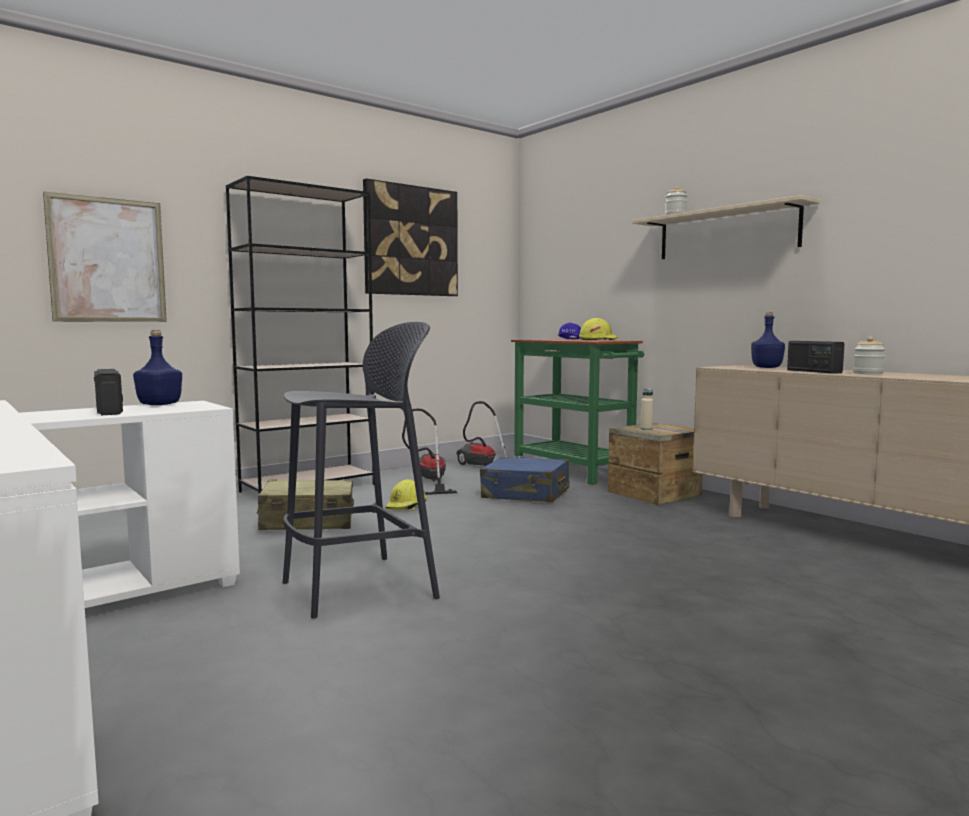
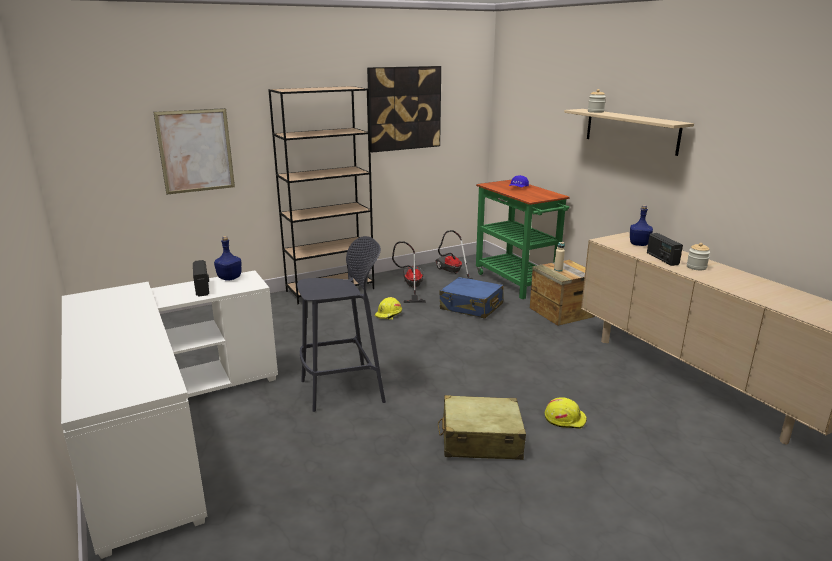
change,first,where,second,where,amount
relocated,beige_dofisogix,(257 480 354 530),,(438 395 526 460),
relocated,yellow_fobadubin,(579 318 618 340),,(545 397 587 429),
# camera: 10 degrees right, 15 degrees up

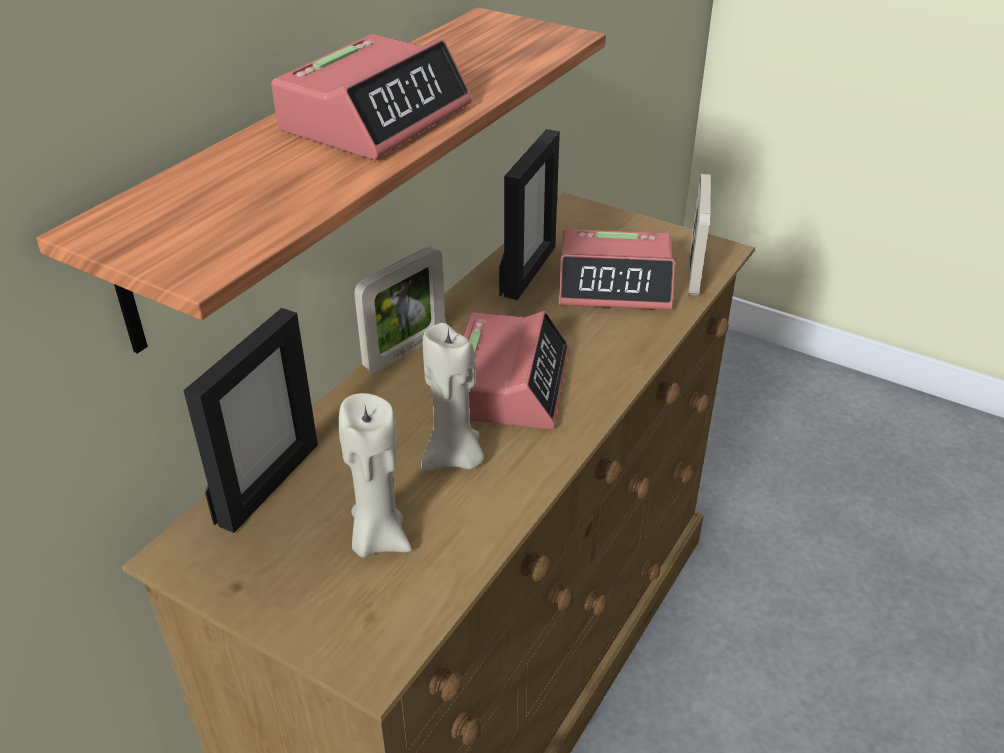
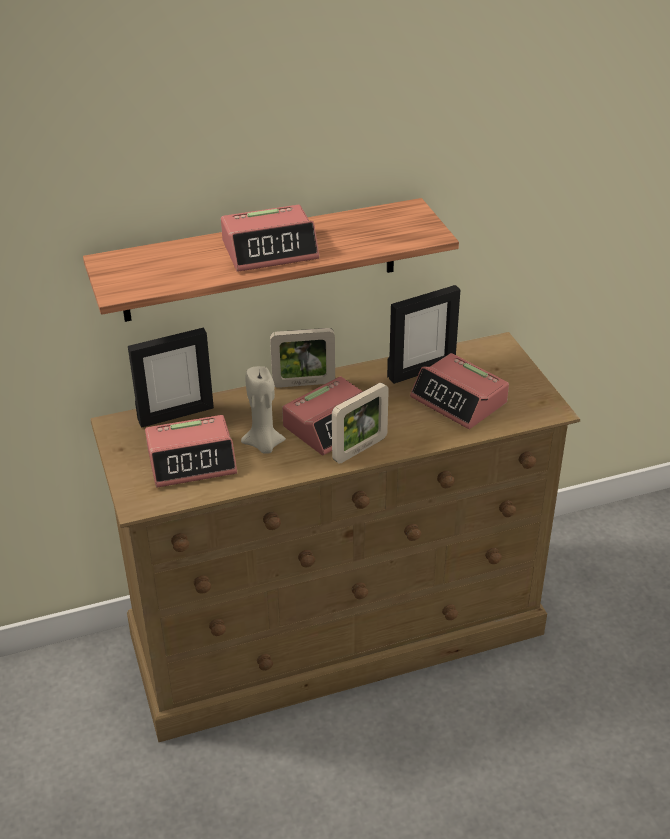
change,first,where,second,where,amount
relocated,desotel,(688 174 711 296),,(332 383 389 464),
exchanged,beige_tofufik,(339 393 412 558),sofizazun,(145 415 237 488),
# camera: 40 degrees right, 0 degrees up

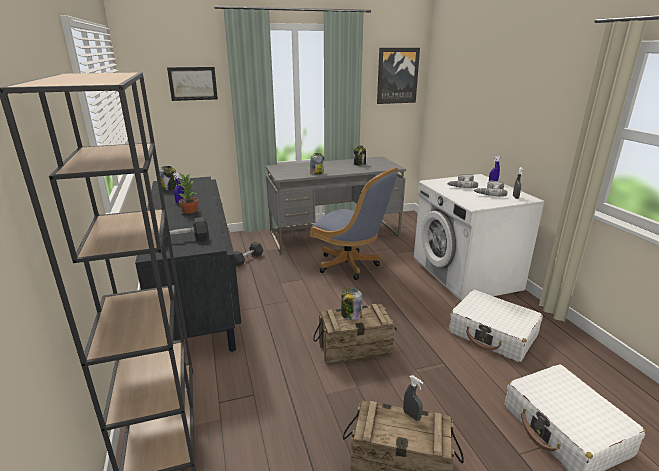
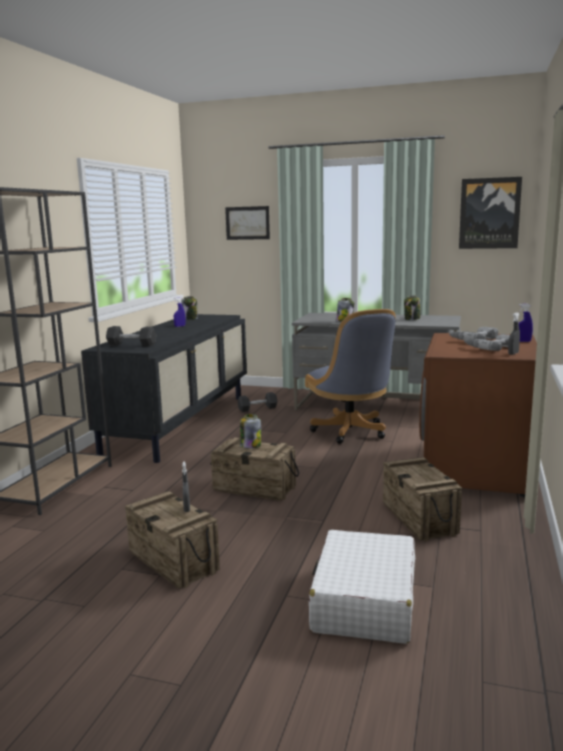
change,first,where,second,where,amount
missing,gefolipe,(176 174 199 214),,,
exchanged,white_dofisogix,(449 290 543 362),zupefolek,(383 457 462 541),
colour,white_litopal,(414 174 544 301),brown_litopal,(419 333 537 497),
# camera: 35 degrees right, 10 degrees down

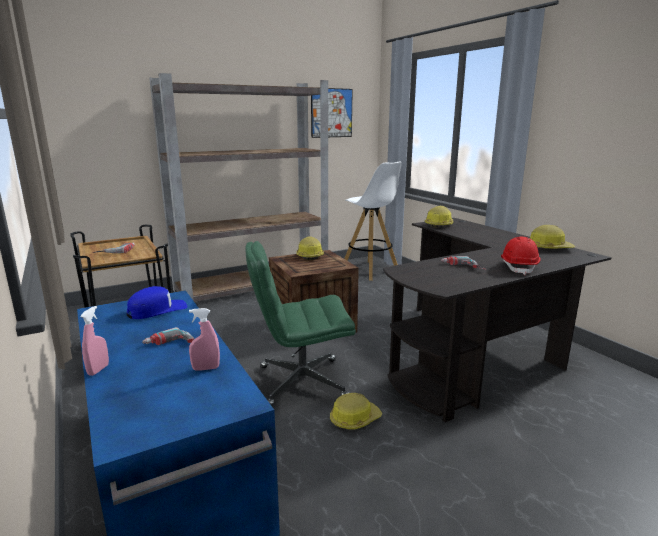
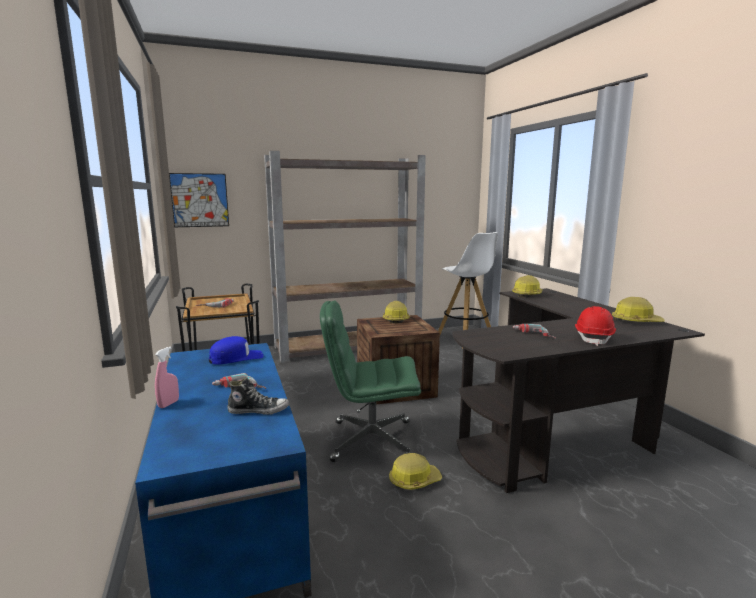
change,first,where,second,where,amount
relocated,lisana,(311 88 353 138),,(169 173 229 227),
exchanged,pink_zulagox,(189 308 220 371),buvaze,(227 377 289 415),
# camera: 10 degrees right, 5 degrees down

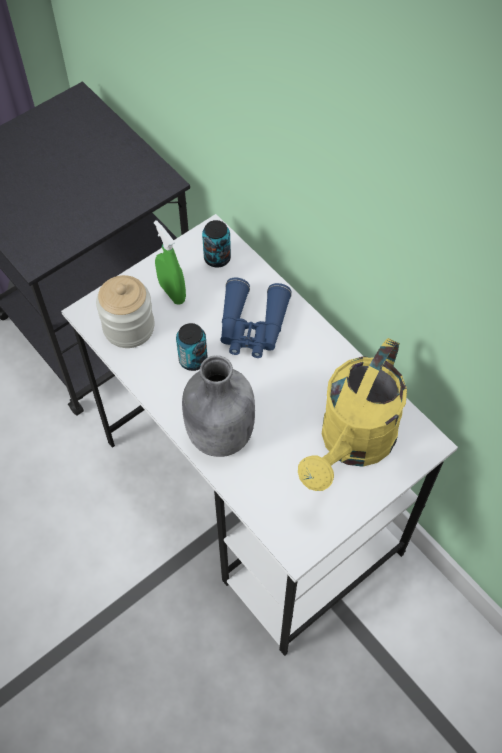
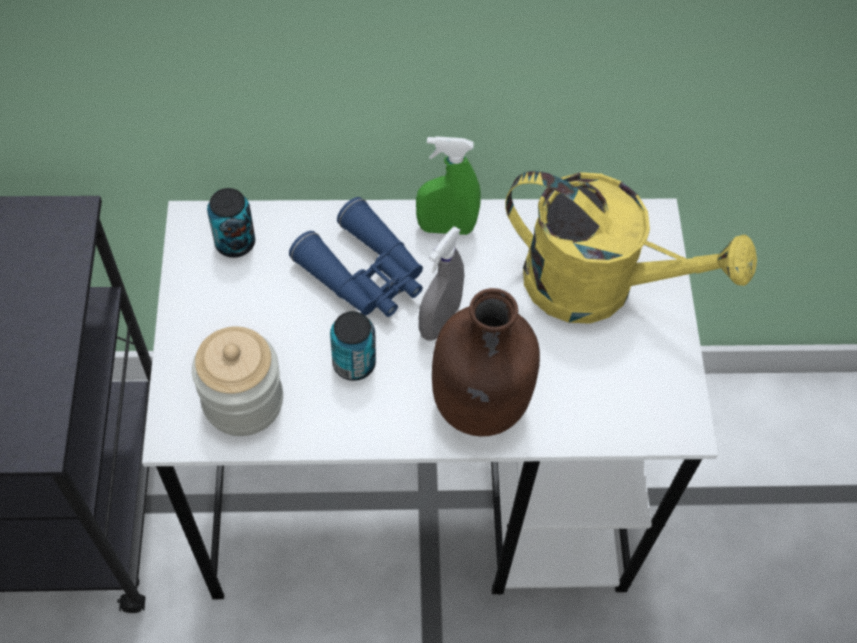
change,first,where,second,where,amount
appeared,,,grey_zulagox,(419 226 464 341),
relocated,green_zulagox,(154 220 186 304),,(416 136 481 235),
colour,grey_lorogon,(182 355 255 457),brown_lorogon,(432 288 540 437),
spun,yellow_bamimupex,(298 338 407 491),,(505 171 757 324),45 degrees counterclockwise
# camera: 55 degrees left, 0 degrees up

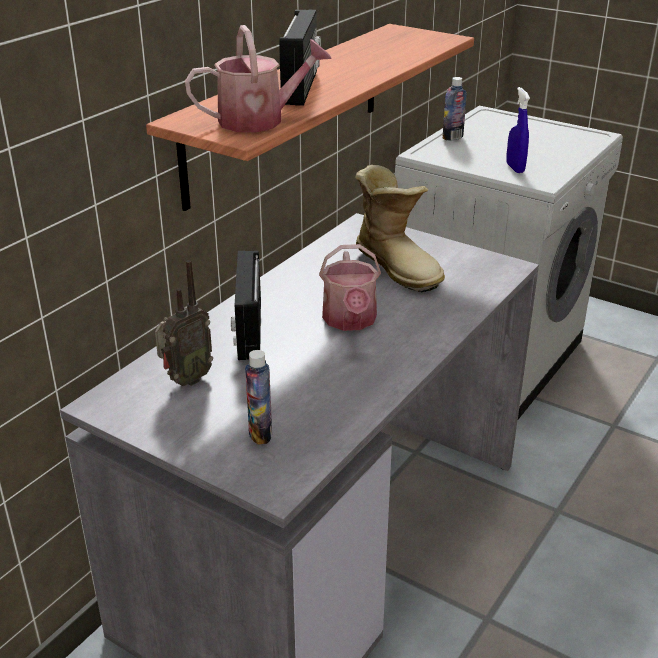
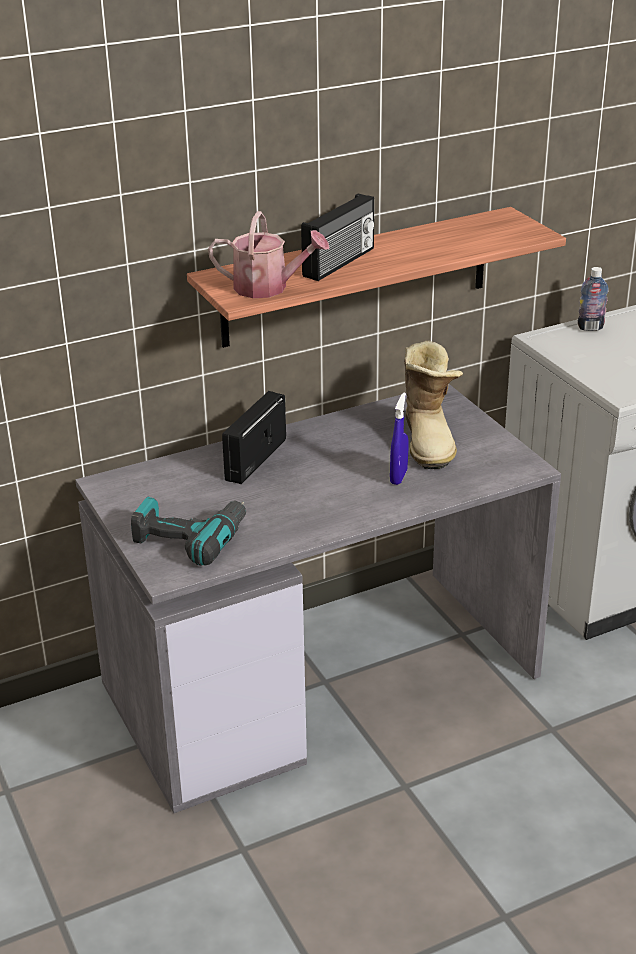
change,first,where,second,where,amount
missing,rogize,(155 260 213 386),,,
missing,bamimupex,(319 244 381 331),,,
relocated,blue_zulagox,(506 87 530 173),,(390 392 408 485),
exchanged,lorogon,(245 350 272 445),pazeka,(131 497 246 566),
# camera: 30 degrees right, 0 degrees up

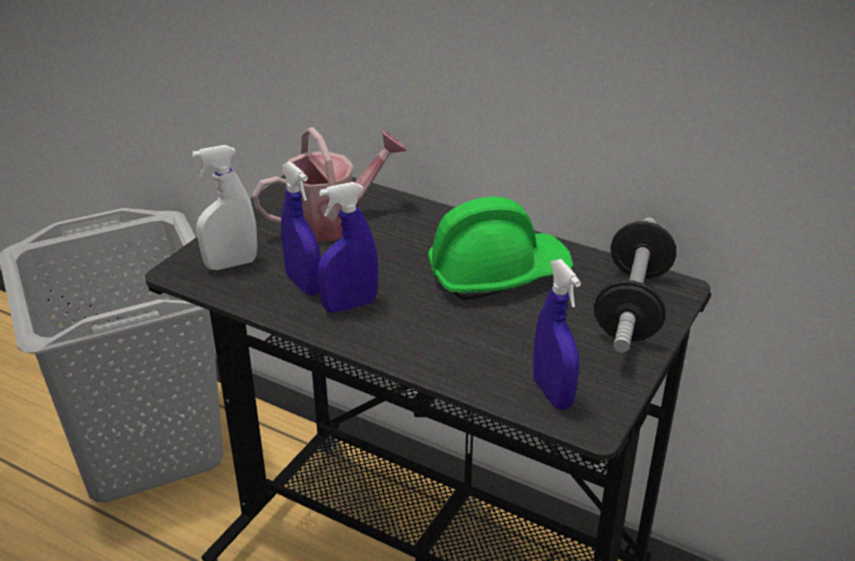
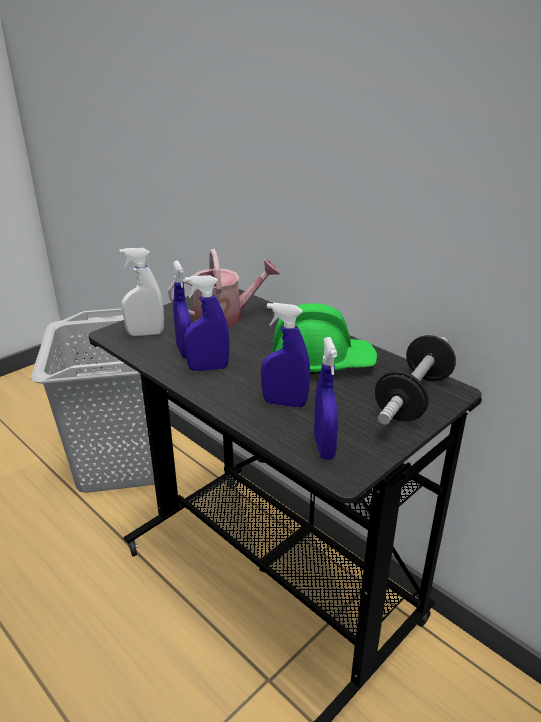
change,first,where,second,where,amount
appeared,,,blue_zulagox,(261 303 310 408),
# camera: 15 degrees right, 5 degrees down

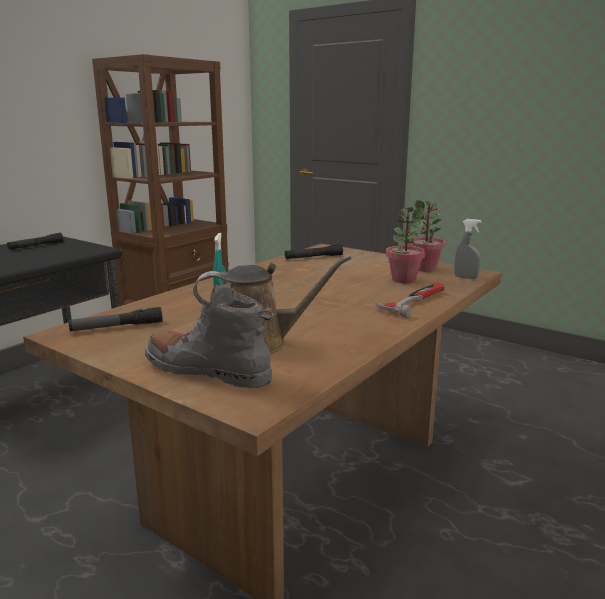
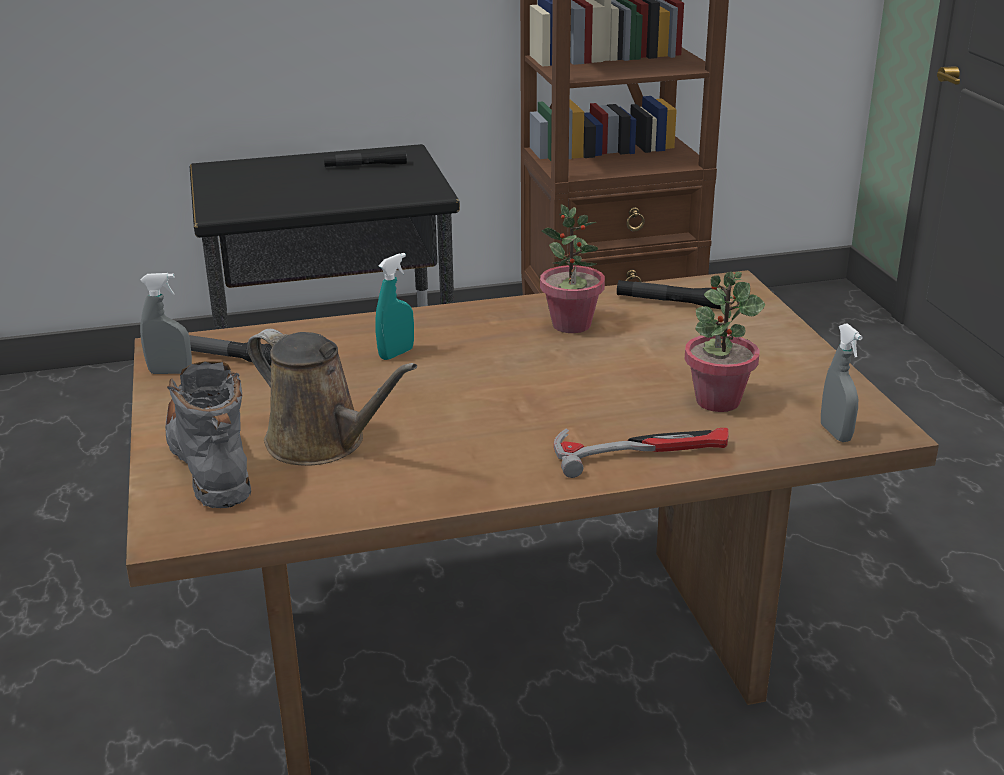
change,first,where,second,where,amount
appeared,,,grey_zulagox,(140 273 192 374),
relocated,gefolipe,(408 200 446 272),,(540 204 605 333),
# camera: 40 degrees right, 10 degrees up

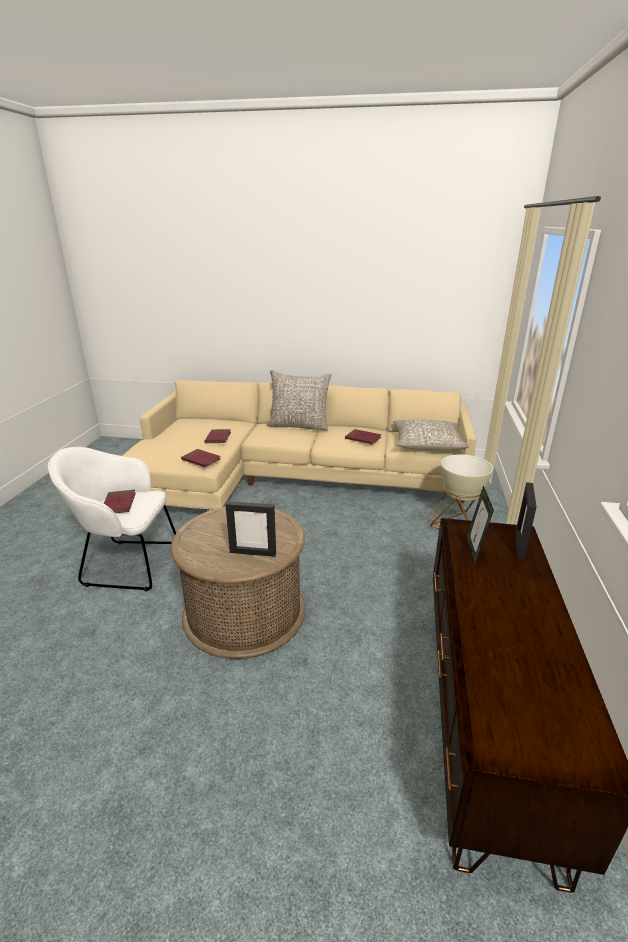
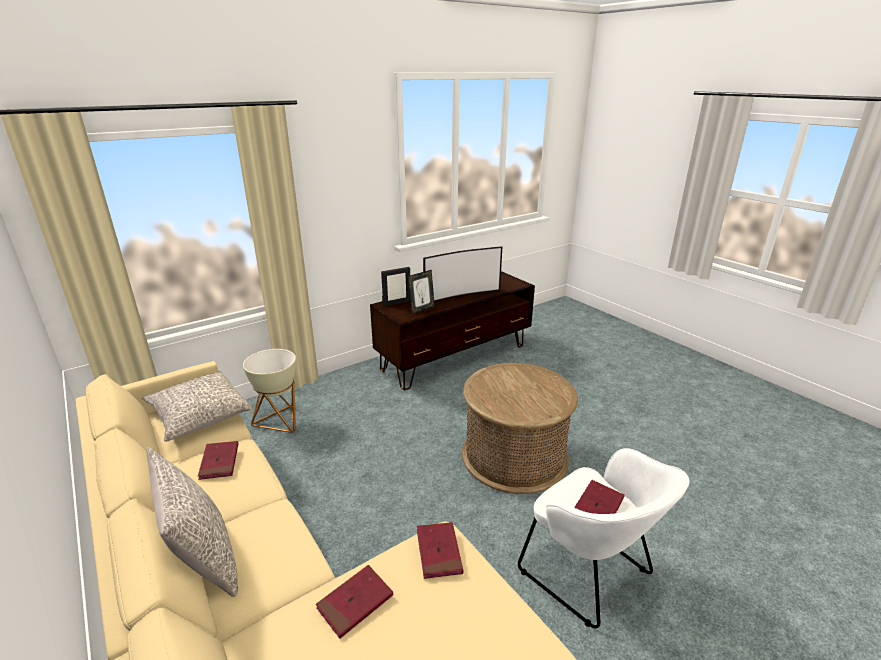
change,first,where,second,where,amount
missing,desotel,(225 501 276 557),,,
appeared,,,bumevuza,(423 246 502 301),
# camera: 135 degrees left, 0 degrees up

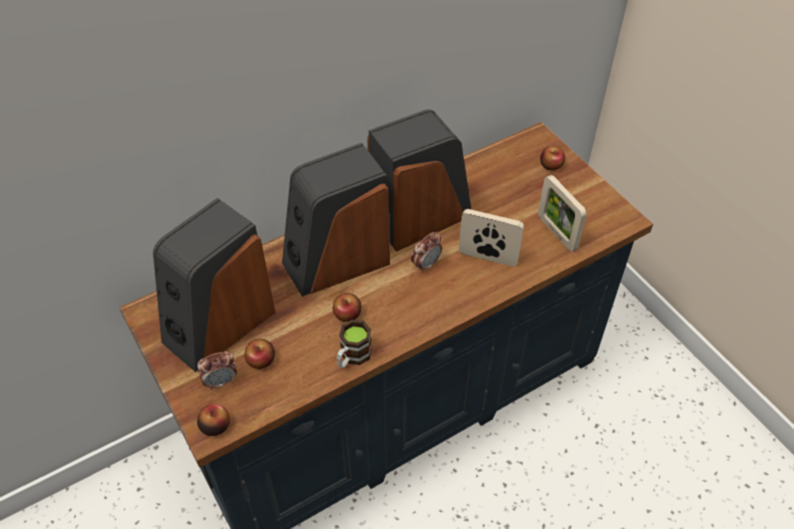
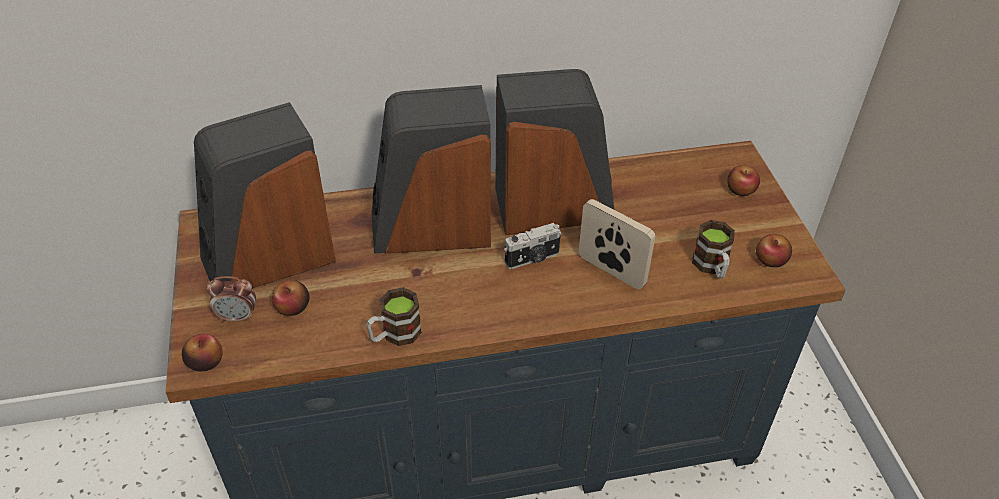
change,first,where,second,where,amount
relocated,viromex,(333 293 361 322),,(756 234 792 267),
exchanged,sofizazun,(411 232 442 273),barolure,(504 223 562 269),
exchanged,desotel,(538 175 587 252),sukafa,(692 220 735 279),
# camera: 20 degrees right, 5 degrees down

